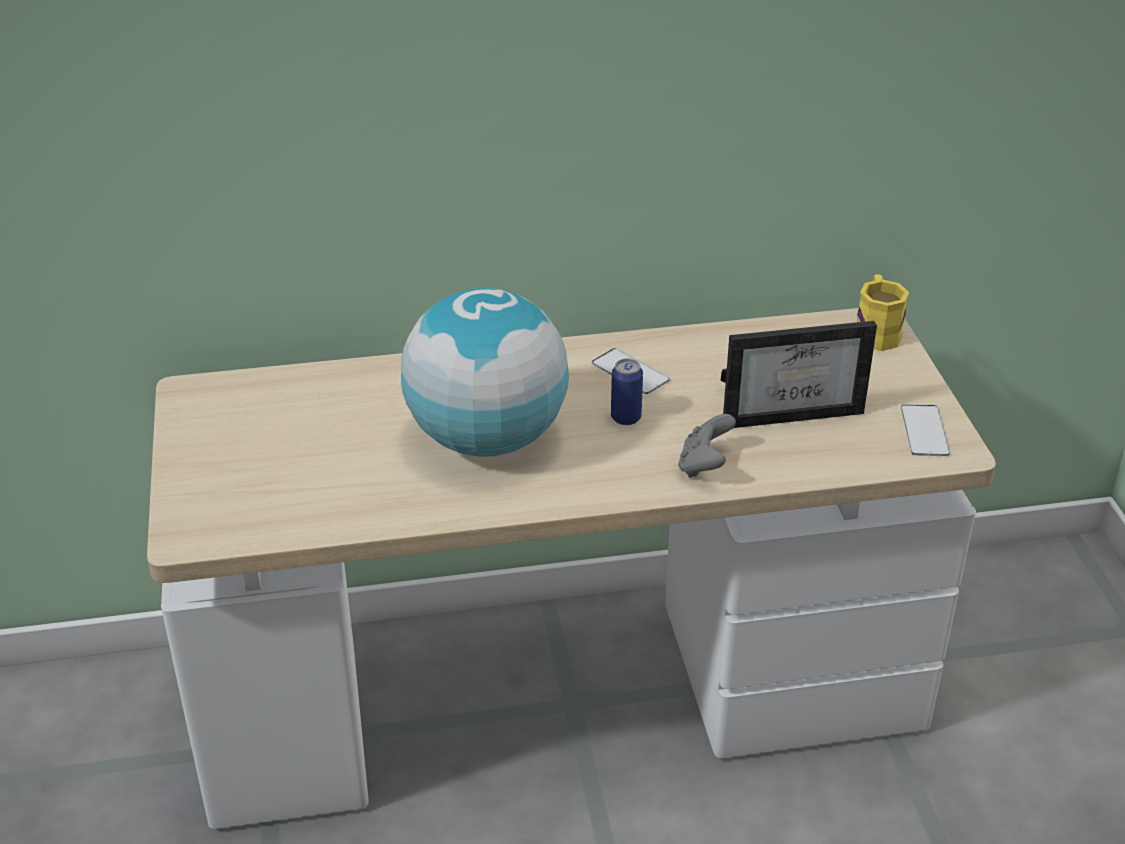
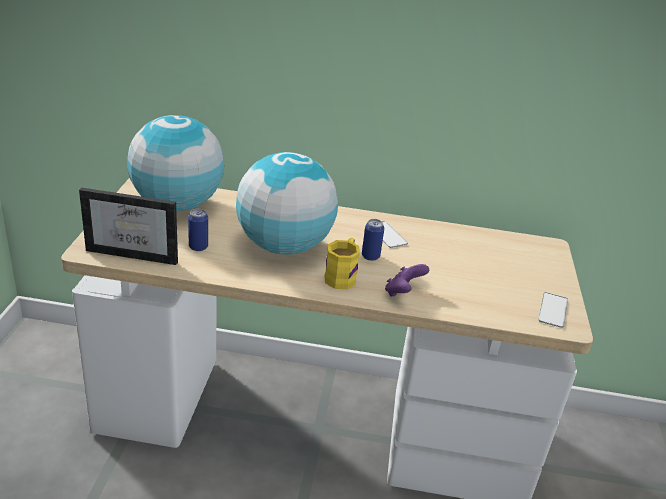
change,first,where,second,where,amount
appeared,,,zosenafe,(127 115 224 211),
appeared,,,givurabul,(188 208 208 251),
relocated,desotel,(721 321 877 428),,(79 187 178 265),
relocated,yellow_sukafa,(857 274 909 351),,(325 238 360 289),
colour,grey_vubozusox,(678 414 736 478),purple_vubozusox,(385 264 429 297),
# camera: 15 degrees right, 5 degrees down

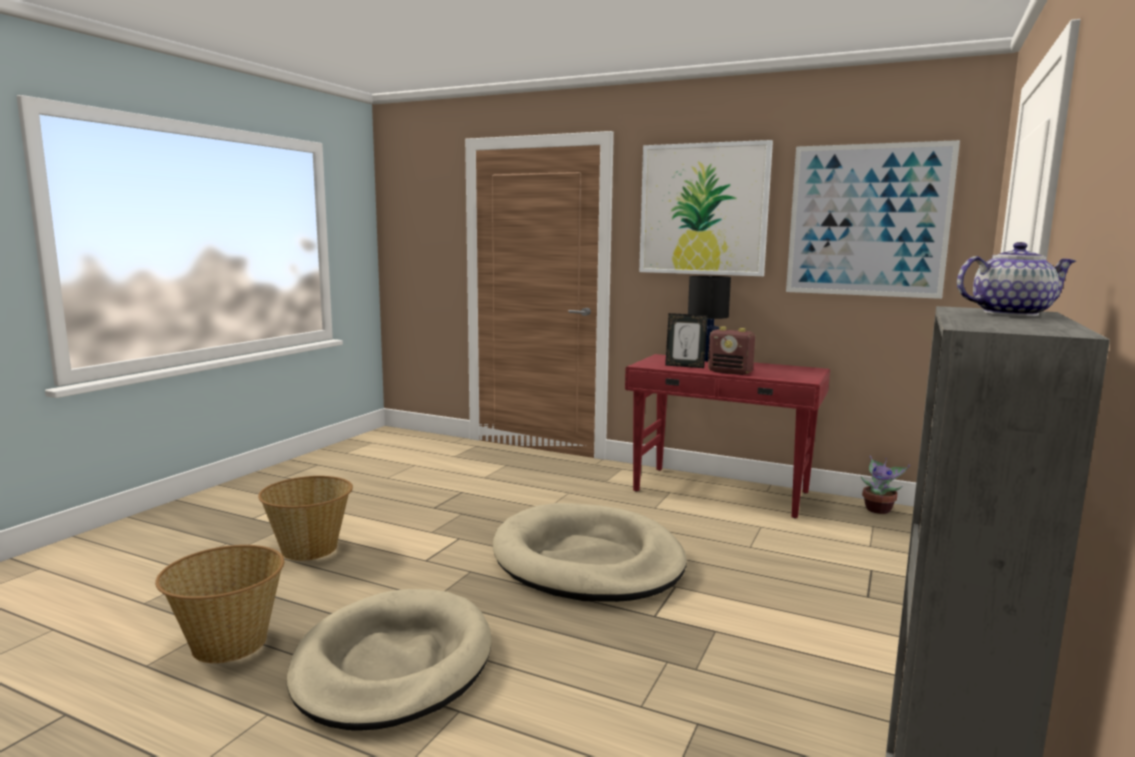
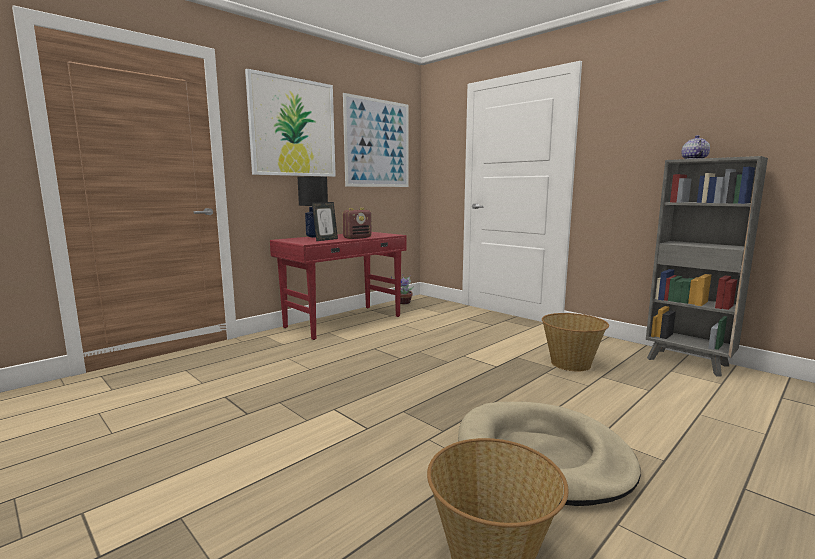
change,first,where,second,where,amount
missing,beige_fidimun,(493 503 687 602),,,
relocated,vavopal,(258 476 353 561),,(542 313 609 371),
# camera: 70 degrees left, 0 degrees up

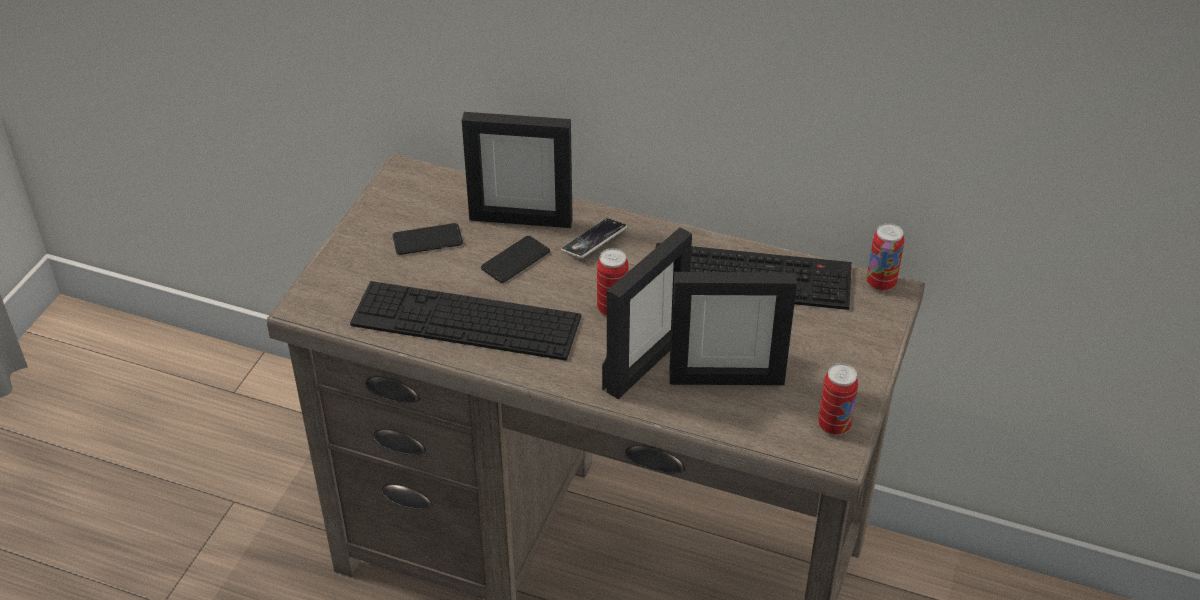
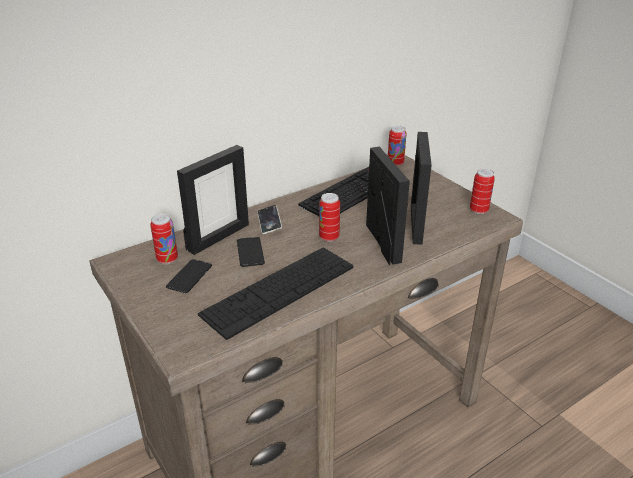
change,first,where,second,where,amount
appeared,,,givurabul,(150 213 178 264),
spun,desotel,(669 272 797 385),,(411 132 432 245),150 degrees clockwise
# camera: 55 degrees left, 10 degrees down

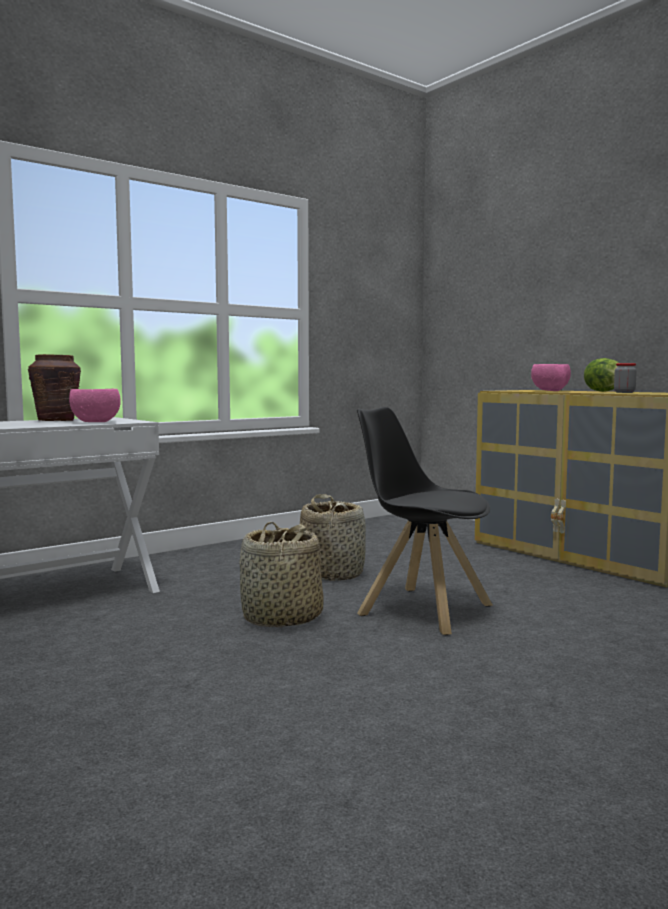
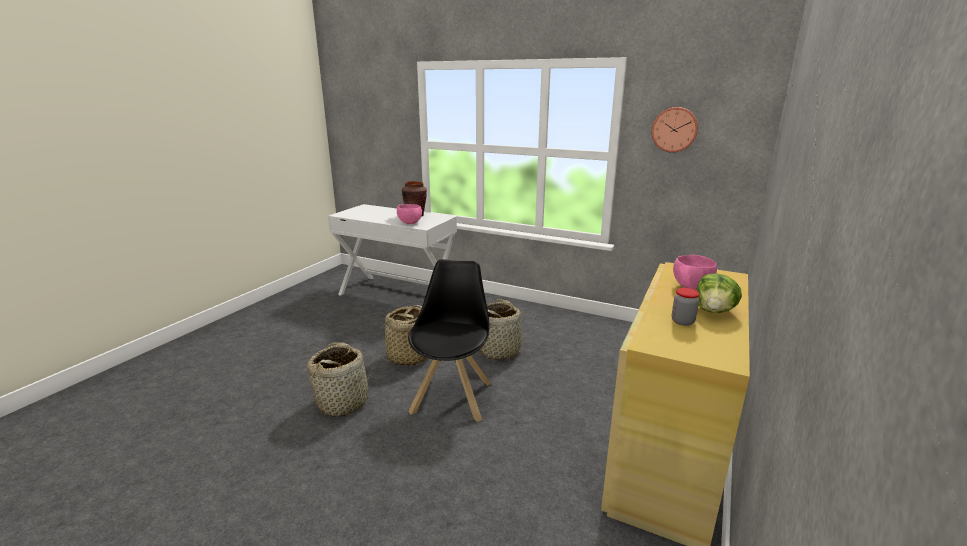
change,first,where,second,where,amount
appeared,,,vavopal,(307 342 373 417),
appeared,,,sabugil,(651 107 698 153),
# camera: 65 degrees right, 15 degrees up

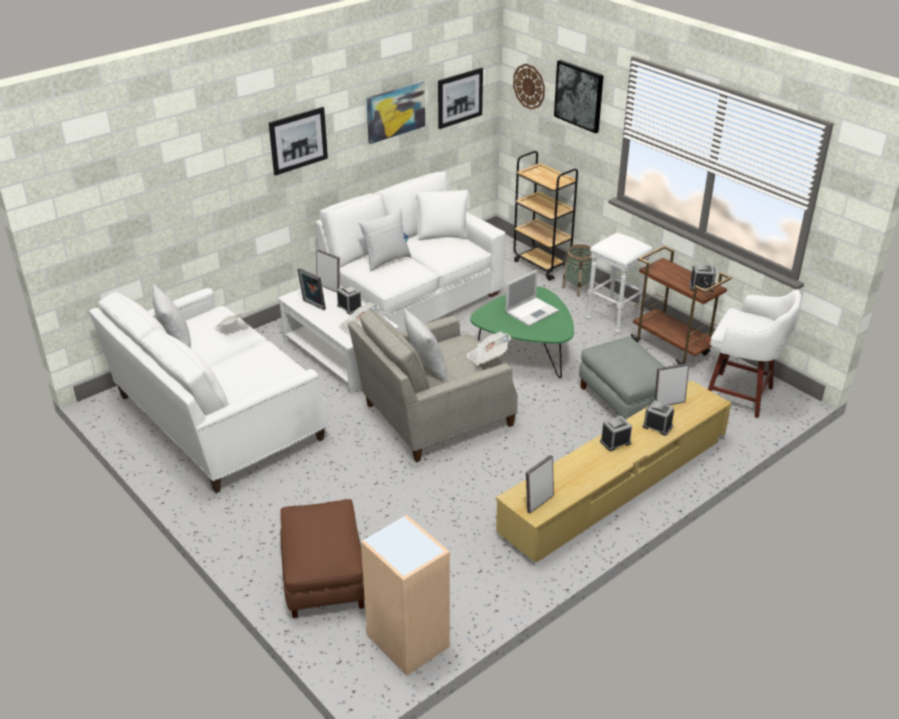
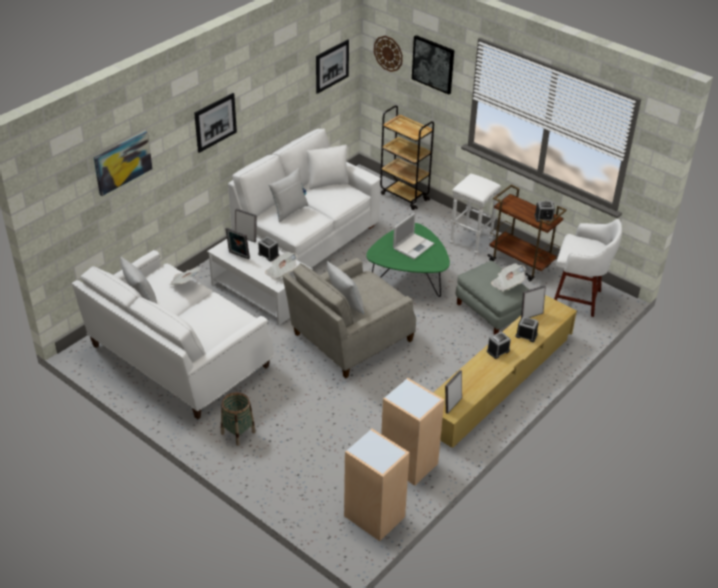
change,first,where,second,where,amount
missing,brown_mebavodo,(280 499 365 618),,,
appeared,,,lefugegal,(381 378 444 486),
relocated,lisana,(366 81 425 144),,(94 131 152 196),
relocated,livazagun,(466 332 511 366),,(491 263 526 292),
relocated,vavopal,(561 244 595 297),,(221 392 256 446),
# camera: 10 degrees left, 5 degrees up

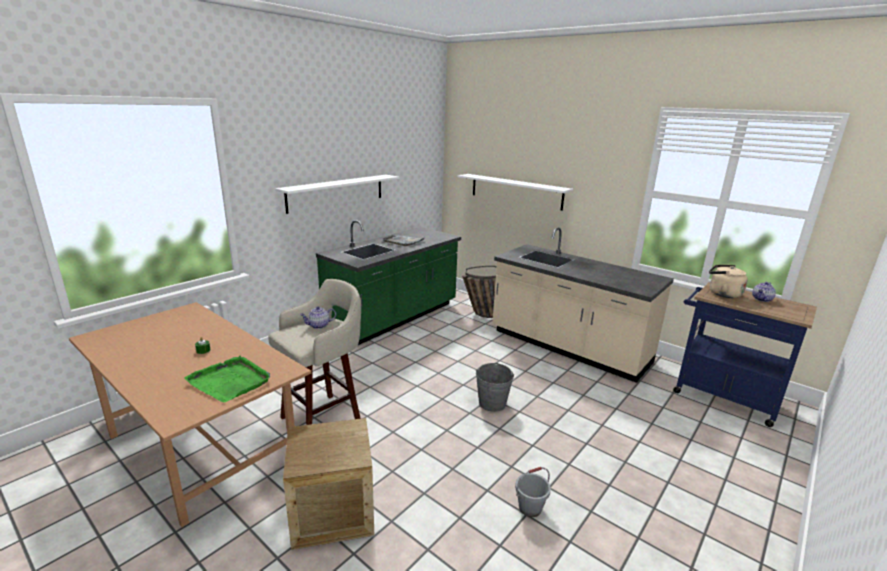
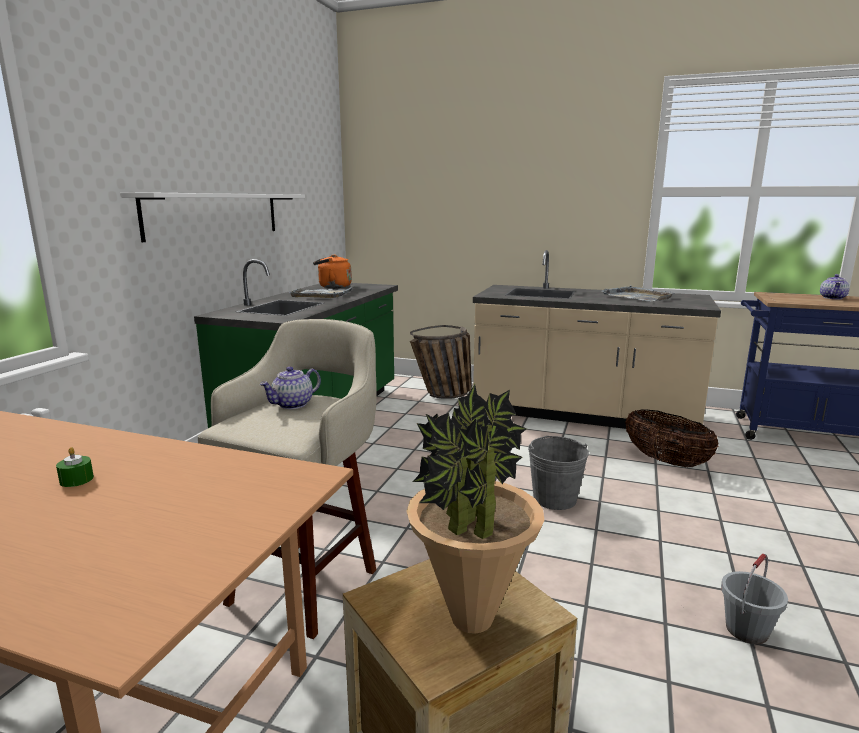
change,first,where,second,where,amount
missing,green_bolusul,(184 355 270 403),,,
missing,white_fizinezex,(458 174 573 211),,,
missing,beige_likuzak,(709 265 748 298),,,
appeared,,,orange_likuzak,(313 255 352 288),
appeared,,,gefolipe,(406 384 544 634),
appeared,,,grey_bolusul,(601 285 673 301),
appeared,,,vavopal,(625 409 719 467),
# camera: 20 degrees left, 5 degrees down

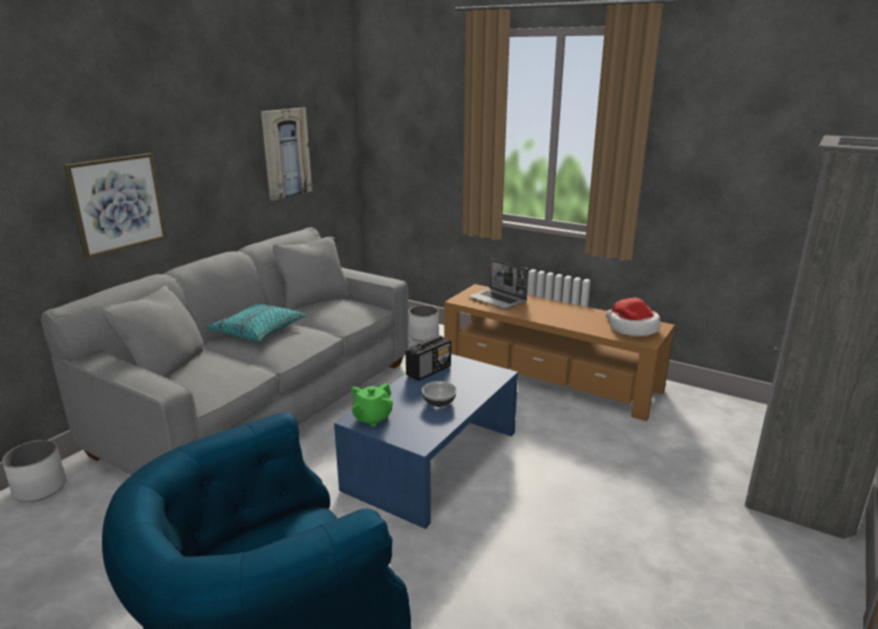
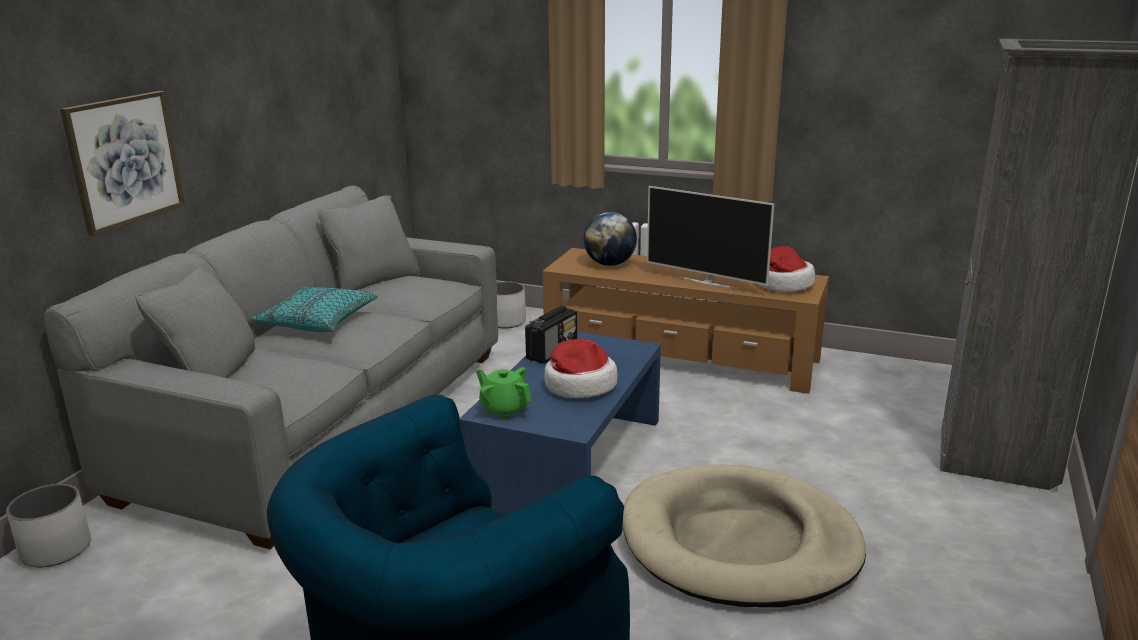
change,first,where,second,where,amount
missing,lisana,(261 108 312 200),,,
appeared,,,beige_fidimun,(623 465 866 607),
appeared,,,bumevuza,(647 186 774 289),
exchanged,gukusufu,(422 381 457 407),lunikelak,(544 338 617 398),
exchanged,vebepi,(469 259 528 309),zosenafe,(583 212 637 266),
spun,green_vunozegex,(351 383 393 427),,(476 367 532 419),105 degrees clockwise
# camera: 10 degrees left, 0 degrees up

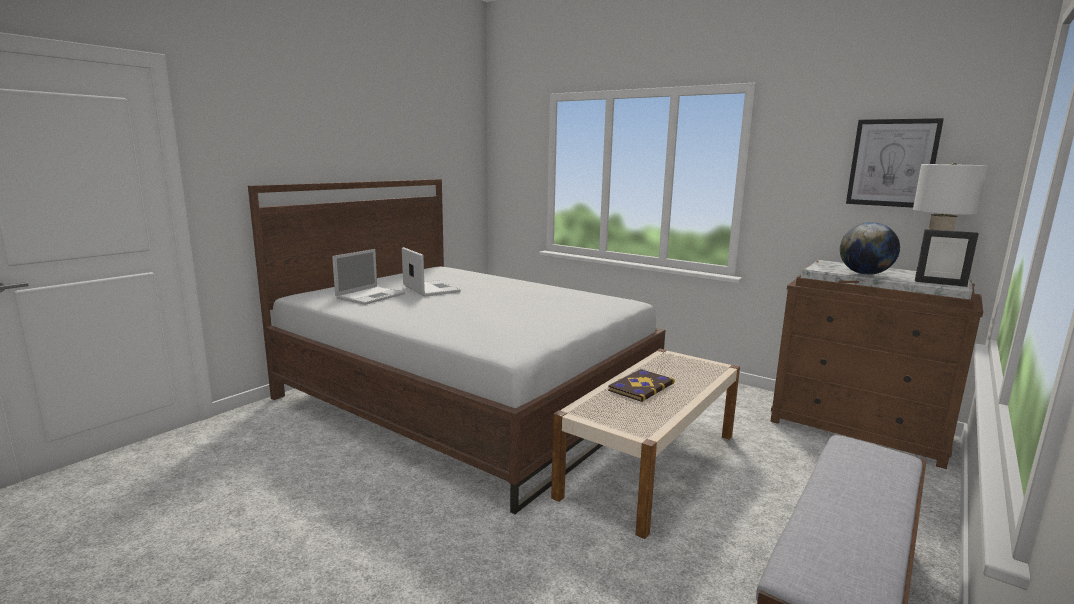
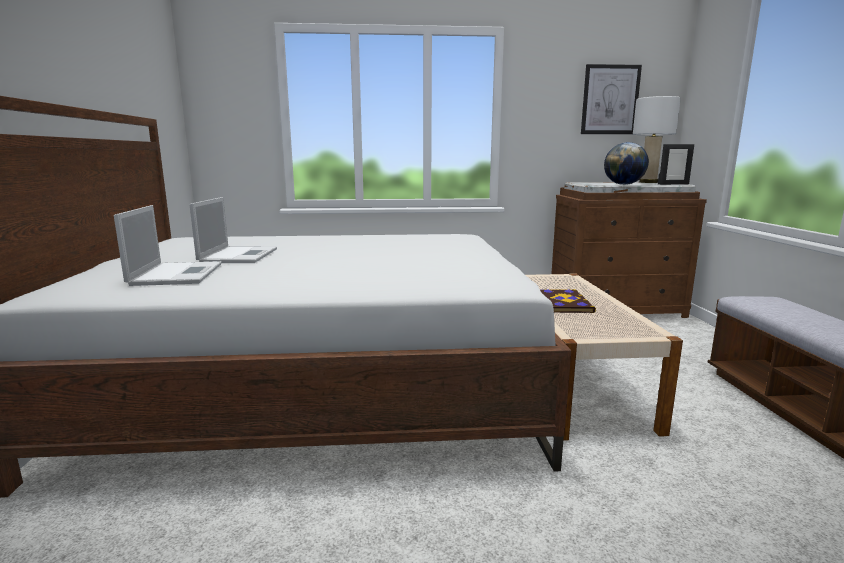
change,first,where,second,where,amount
spun,vebepi,(402 247 461 297),,(190 197 277 263),75 degrees clockwise
# camera: 40 degrees left, 0 degrees up

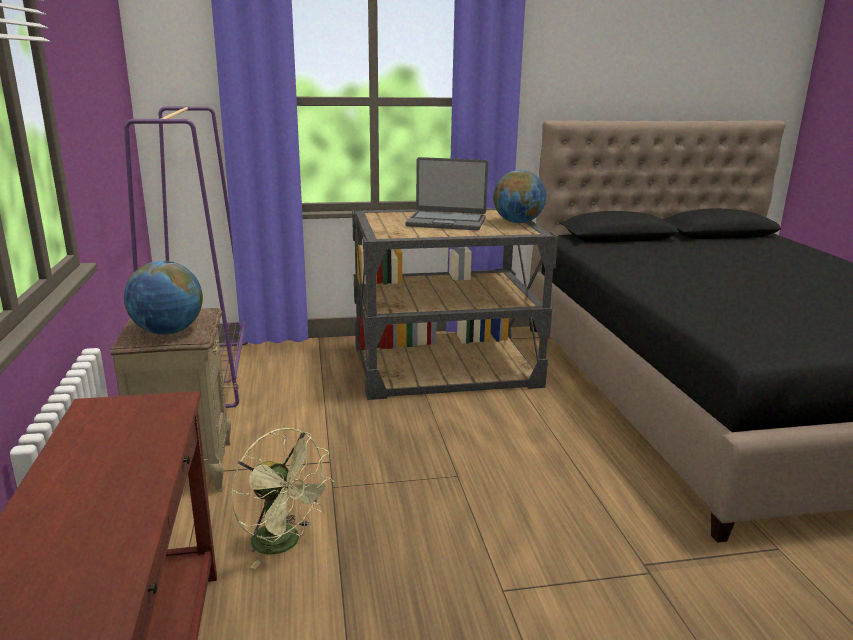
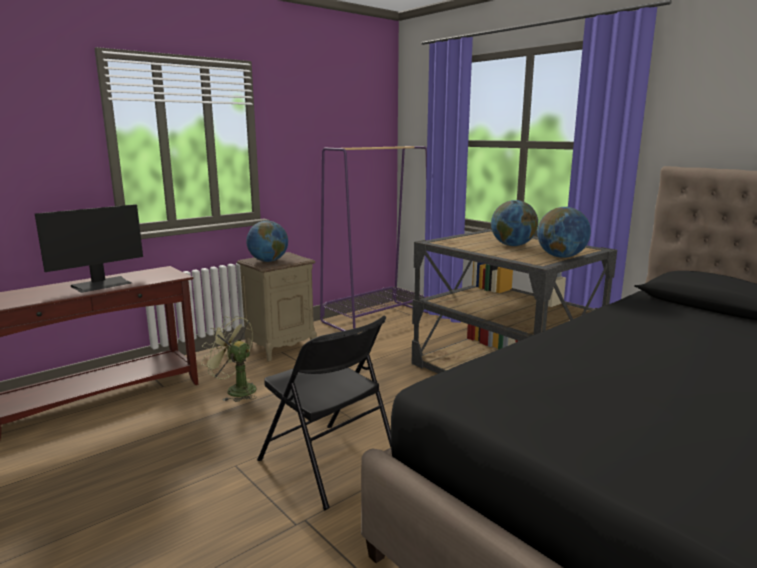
change,first,where,second,where,amount
appeared,,,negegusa,(35 204 143 293),
appeared,,,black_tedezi,(257 315 391 511),
exchanged,vebepi,(405 157 488 230),zosenafe,(491 200 538 246),
spun,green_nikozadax,(231 428 334 569),,(201 316 257 402),105 degrees clockwise
# camera: 60 degrees right, 5 degrees down

